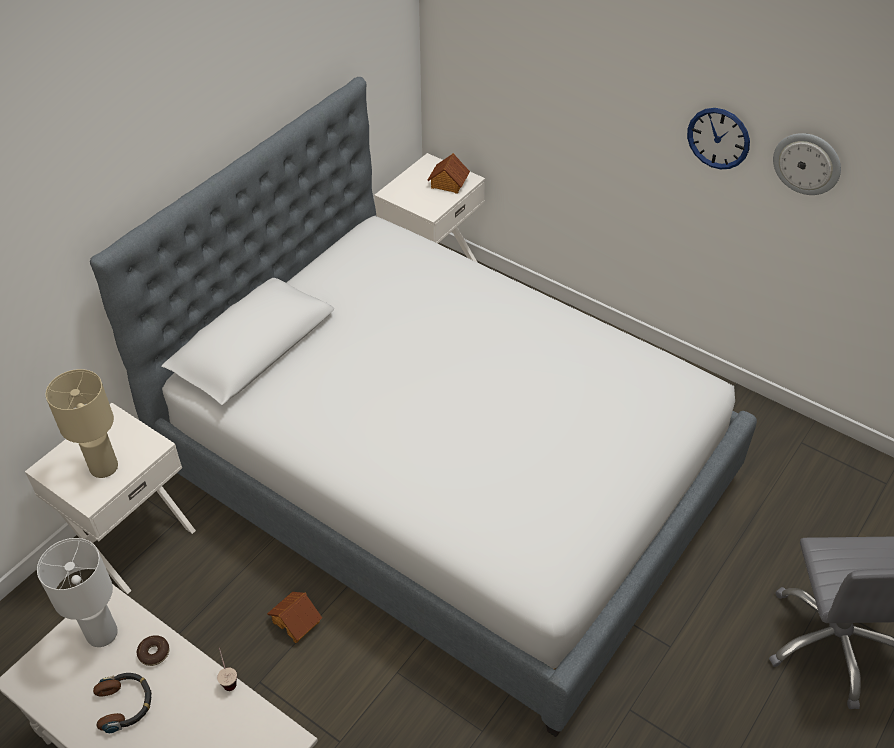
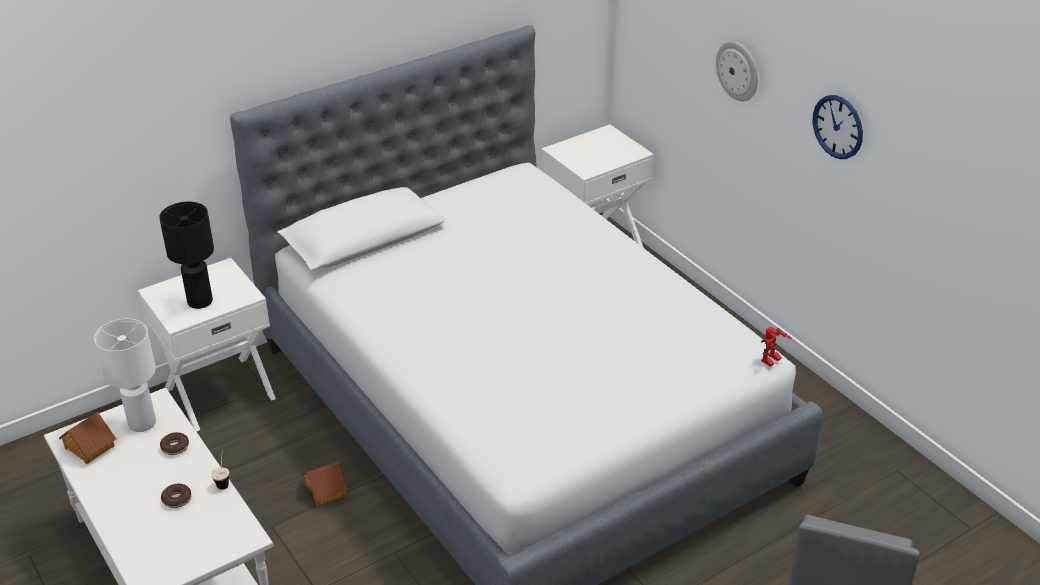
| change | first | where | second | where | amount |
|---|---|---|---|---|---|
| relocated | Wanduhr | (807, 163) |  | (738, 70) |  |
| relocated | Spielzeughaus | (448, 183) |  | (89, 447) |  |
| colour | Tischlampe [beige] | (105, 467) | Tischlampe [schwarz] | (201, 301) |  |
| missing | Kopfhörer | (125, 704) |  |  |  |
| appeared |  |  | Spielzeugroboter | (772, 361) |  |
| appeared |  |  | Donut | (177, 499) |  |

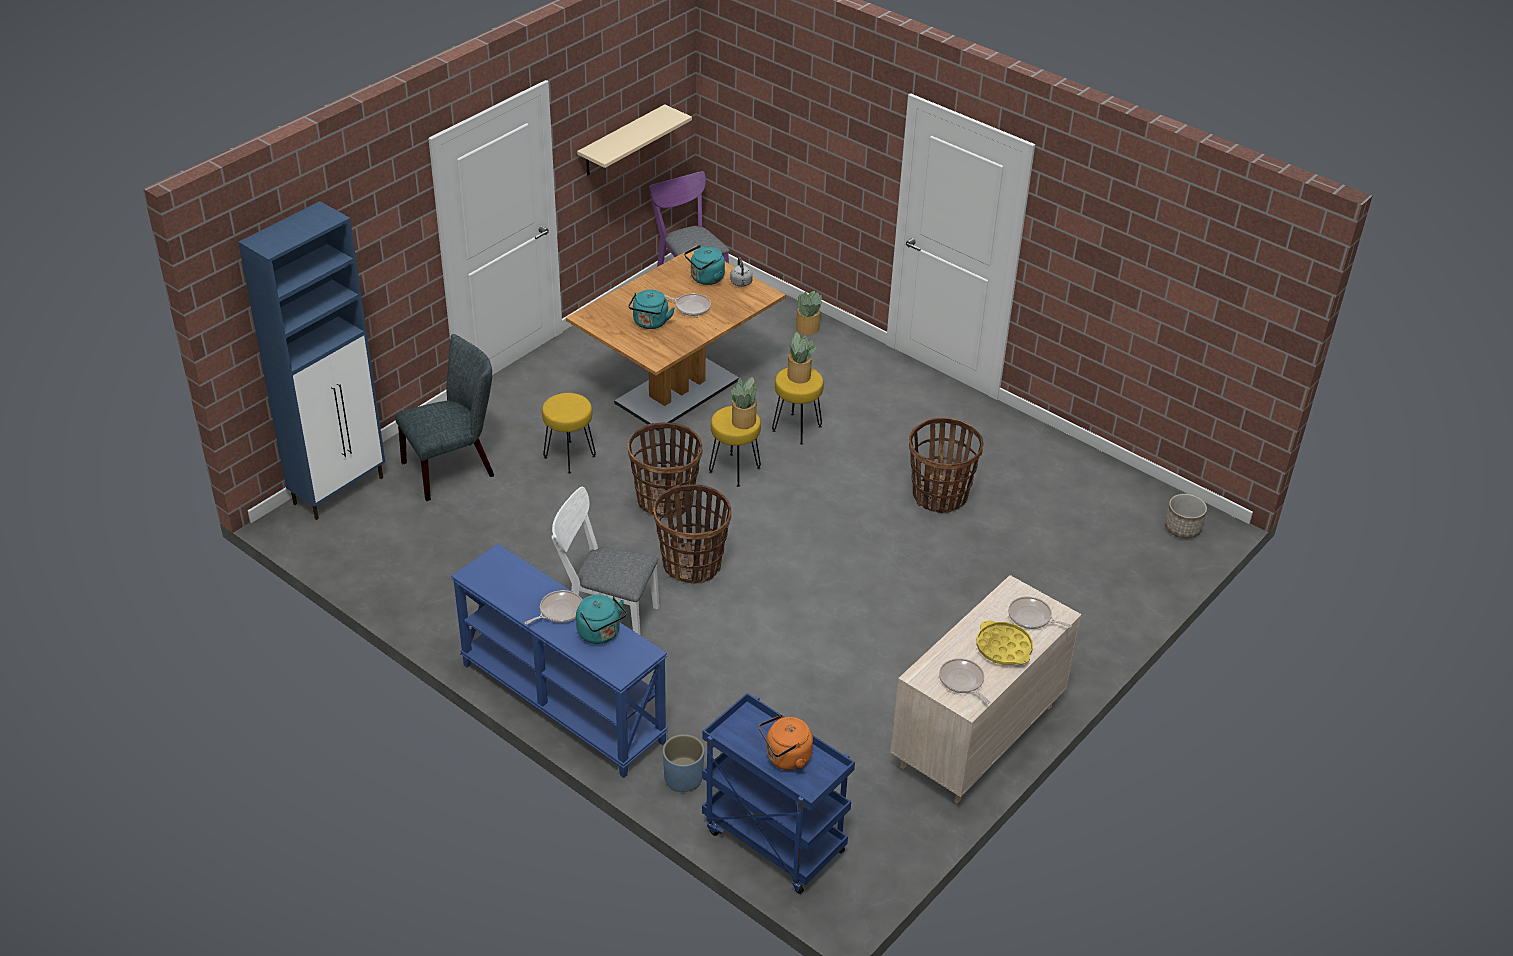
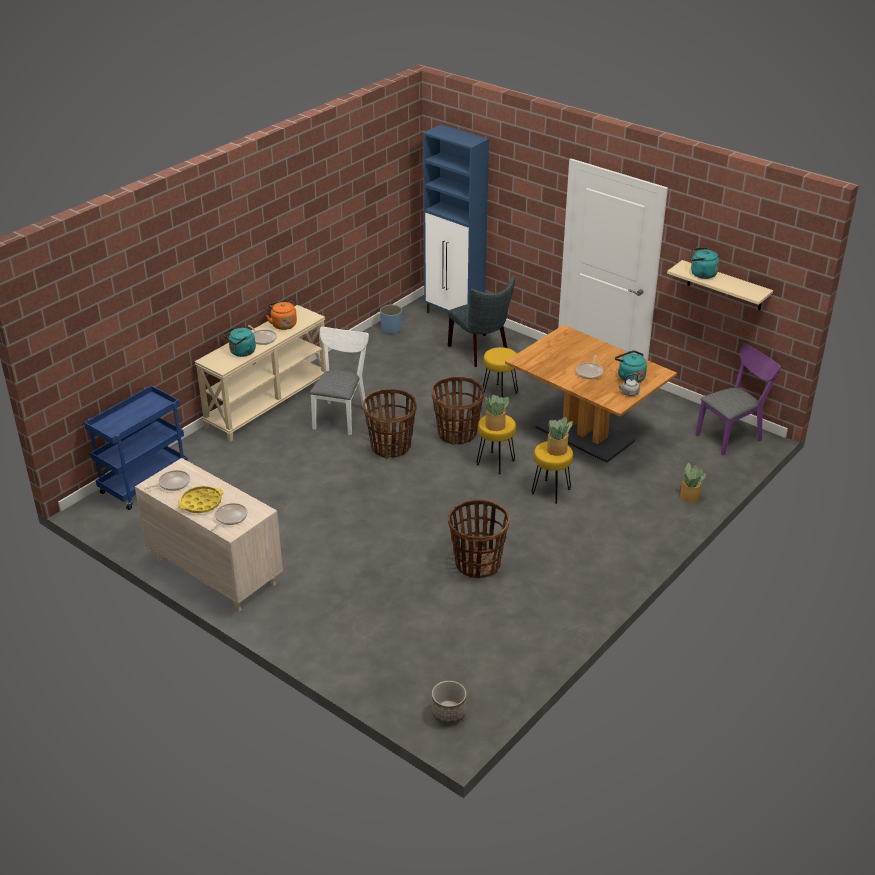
| change | first | where | second | where | amount |
|---|---|---|---|---|---|
| relocated | Wasserkessel [türkis] | (650, 323) |  | (701, 274) |  |
| colour | Konsolentisch [blau] | (561, 703) | Konsolentisch [beige] | (267, 403) |  |
| relocated | Wasserkessel [orange] | (785, 758) |  | (283, 324) |  |
| relocated | Pflanzkübel [blau] | (683, 778) |  | (391, 329) |  |

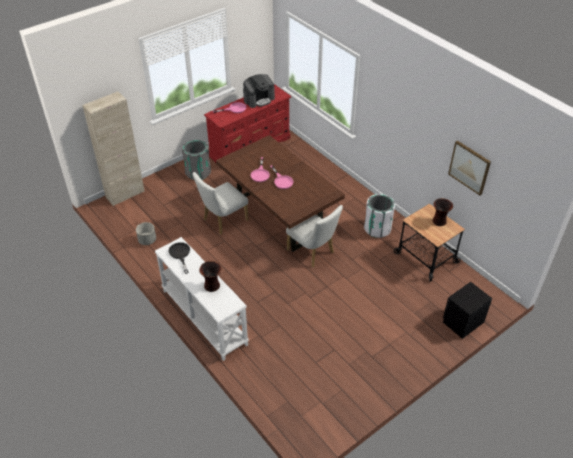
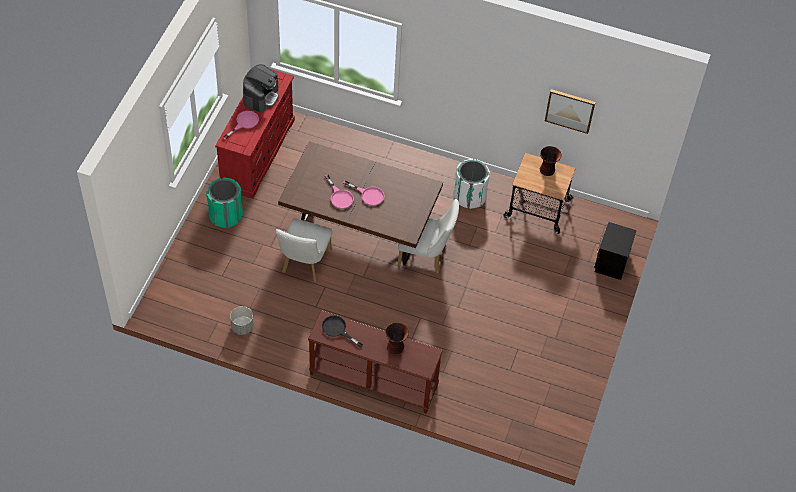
| change | first | where | second | where | amount |
|---|---|---|---|---|---|
| missing | Schrank [beige] | (125, 194) |  |  |  |
| colour | Mülleimer [grau] | (198, 172) | Mülleimer [grün] | (226, 215) |  |
| colour | Konsolentisch [weiß] | (203, 317) | Konsolentisch [braun] | (373, 381) |  |

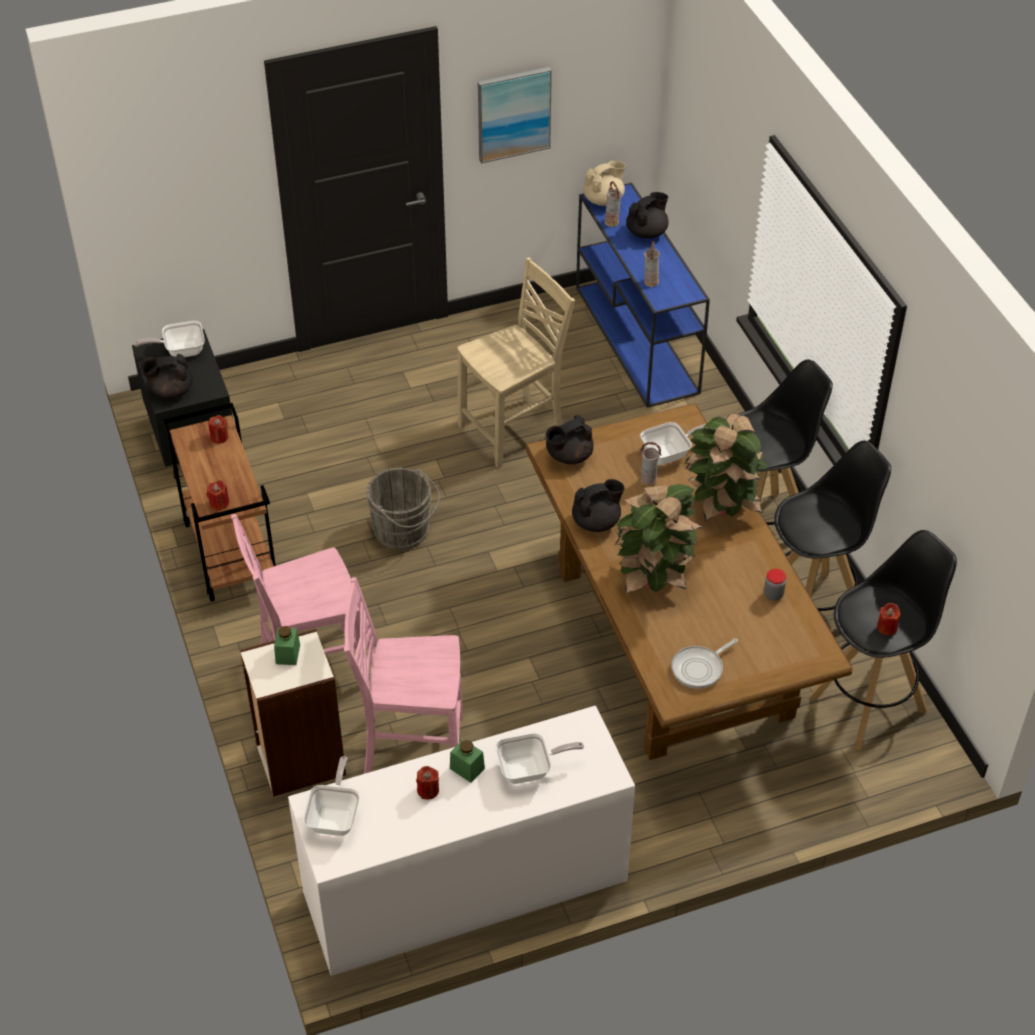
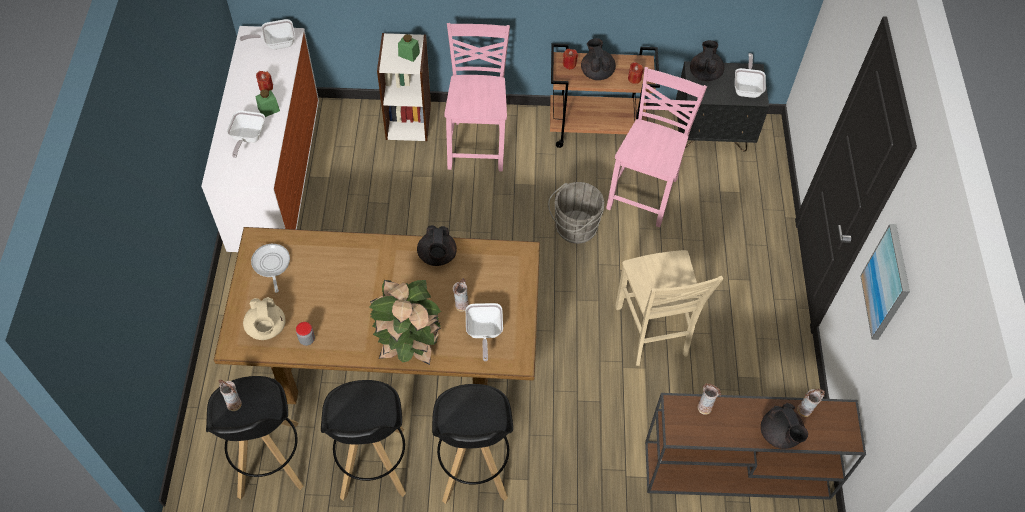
| change | first | where | second | where | amount |
|---|---|---|---|---|---|
| relocated | Teekanne [beige] | (604, 200) |  | (267, 328) |  |
| colour | Konsolentisch [blau] | (637, 341) | Konsolentisch [braun] | (734, 470) |  |
| relocated | Teekanne [schwarz] | (568, 456) |  | (597, 72) |  |
| missing | Topfpflanze | (654, 580) |  |  |  |
| relocated | Stuhl [rosa] | (411, 746) |  | (644, 193) |  |
| exchanged | Kerze [rot] | (887, 627) | Vase | (234, 404) |  |
| spun | Pfanne | (335, 816) |  | (276, 43) | 135 degrees clockwise |

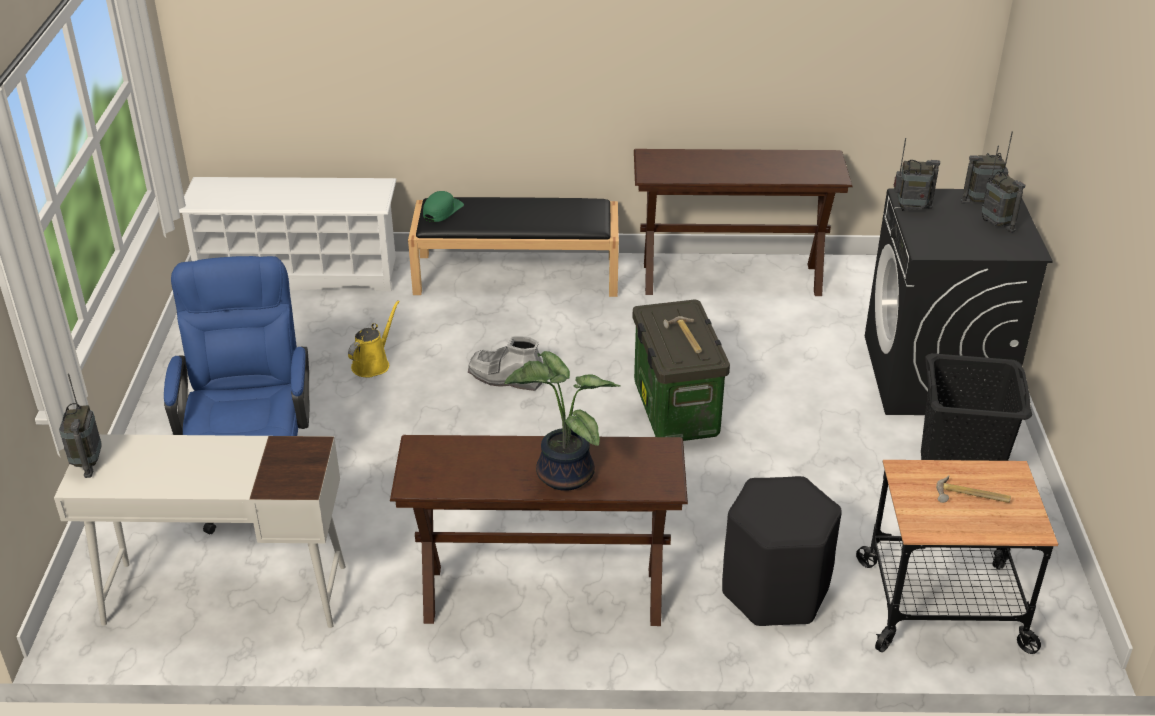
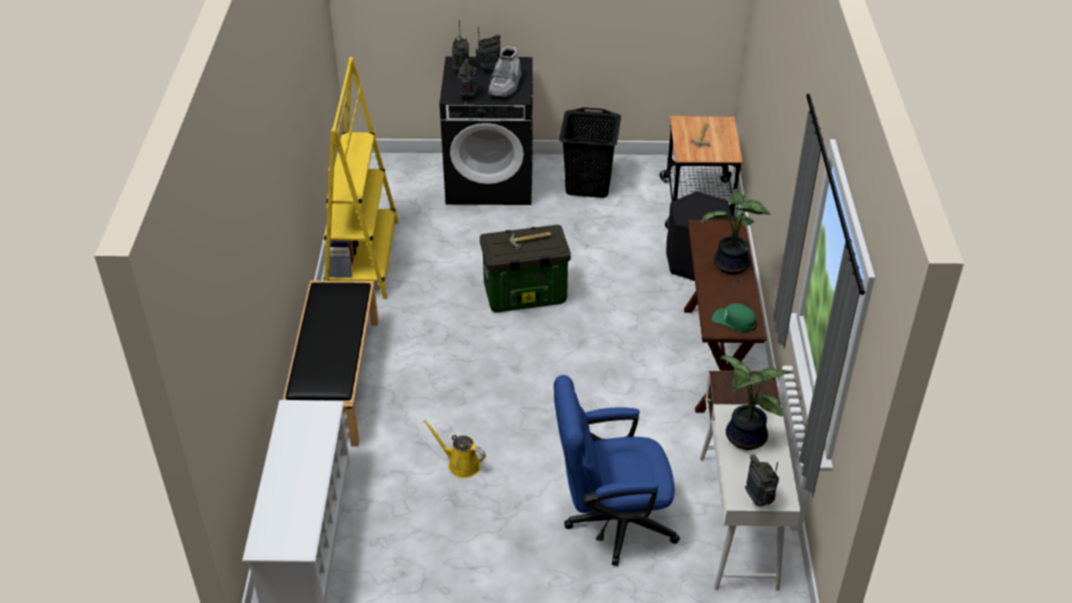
| change | first | where | second | where | amount |
|---|---|---|---|---|---|
| exchanged | Konsolentisch [braun] | (731, 279) | Bücherregal [gelb] | (362, 259) |  |
| relocated | Kappe [grün] | (442, 210) |  | (734, 321) |  |
| relocated | Stiefel [grau] | (506, 377) |  | (505, 86) |  |
| spun | Radio | (87, 462) |  | (759, 500) | 105 degrees counterclockwise |
| appeared |  |  | Topfpflanze | (743, 437) |  |

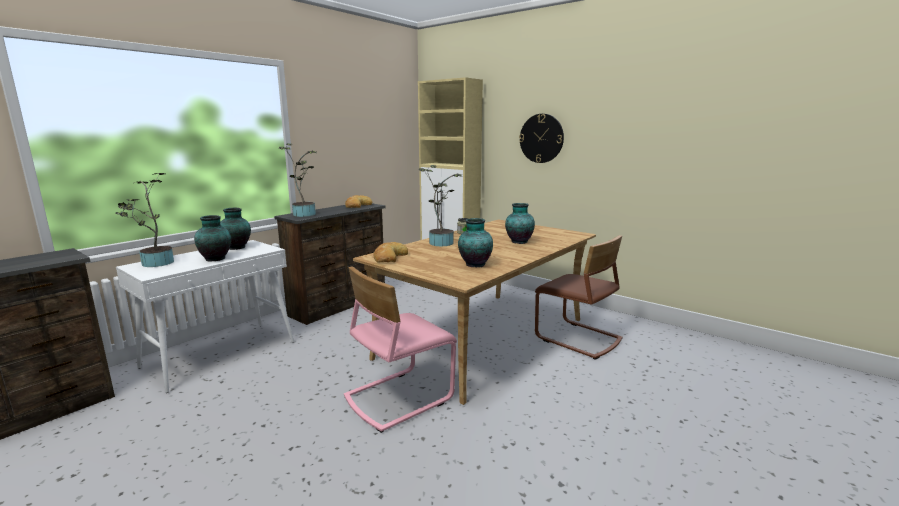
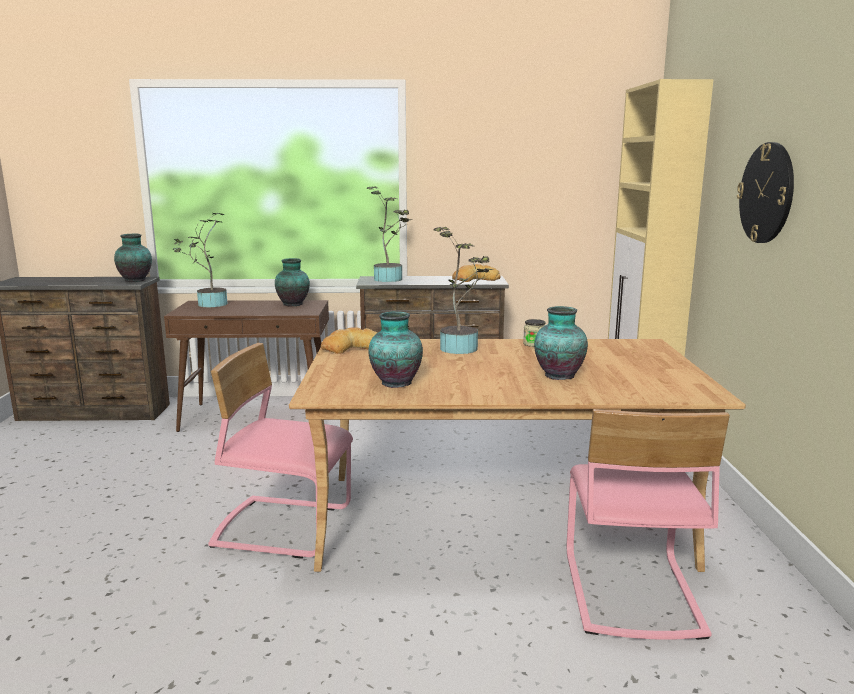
| change | first | where | second | where | amount |
|---|---|---|---|---|---|
| relocated | Vase | (216, 258) |  | (136, 280) |  |
| colour | Stuhl [braun] | (577, 339) | Stuhl [rosa] | (629, 593) |  |
| colour | Konsolentisch [weiß] | (221, 354) | Konsolentisch [braun] | (258, 417) |  |

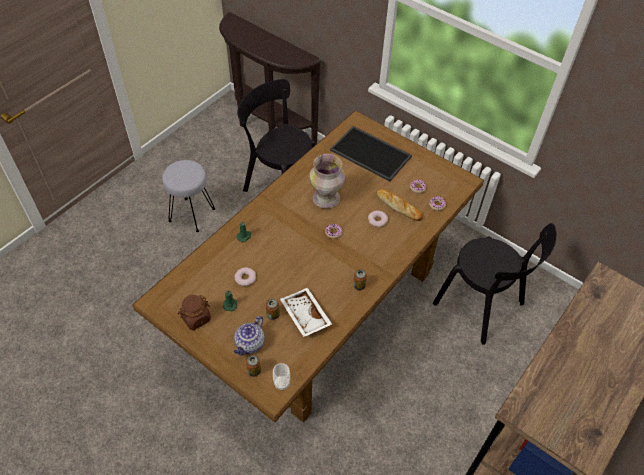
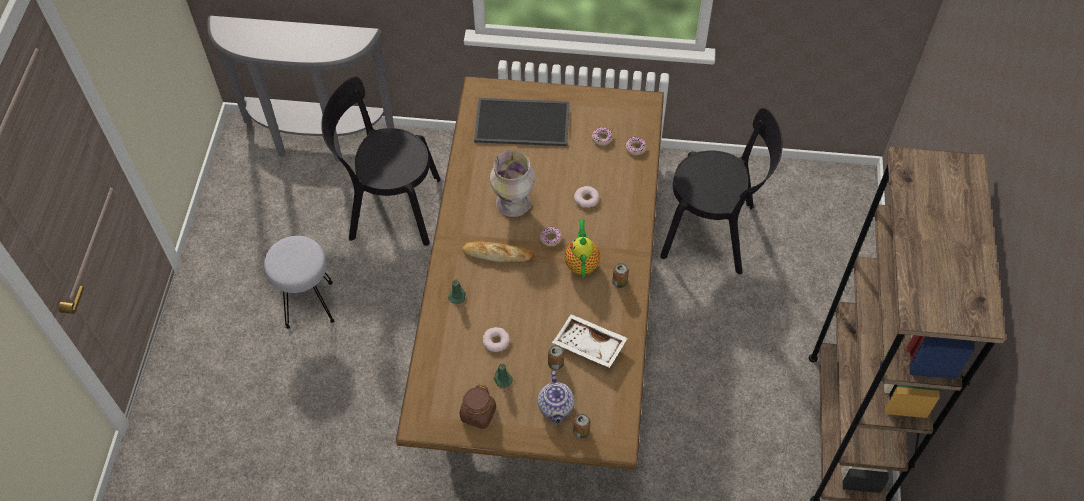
| change | first | where | second | where | amount |
|---|---|---|---|---|---|
| colour | Konsolentisch [braun] | (267, 127) | Konsolentisch [grau] | (316, 140) |  |
| relocated | Brot | (399, 206) |  | (498, 254) |  |
| missing | Tasse | (282, 383) |  |  |  |
| appeared |  |  | Teekanne | (582, 263) |  |

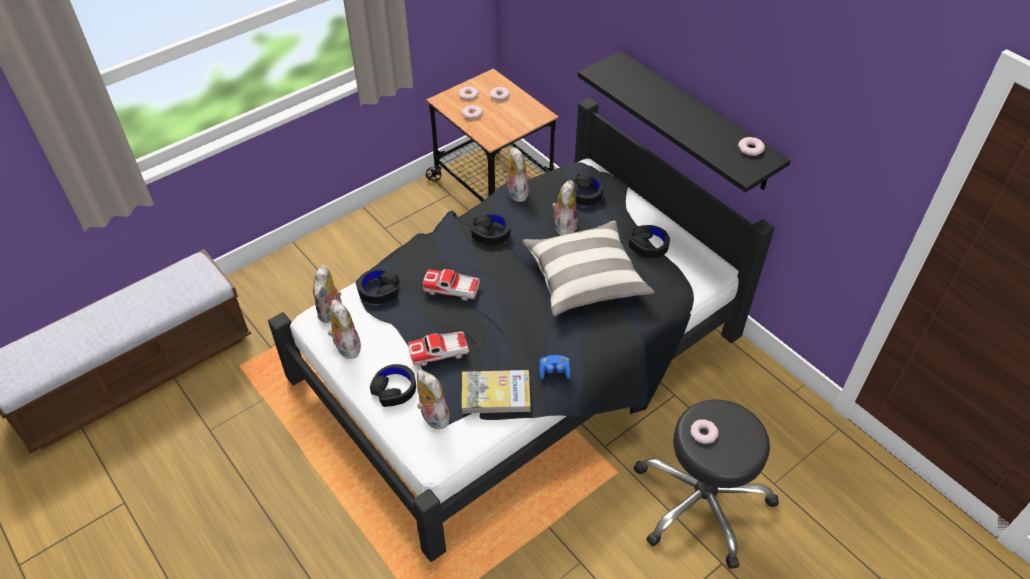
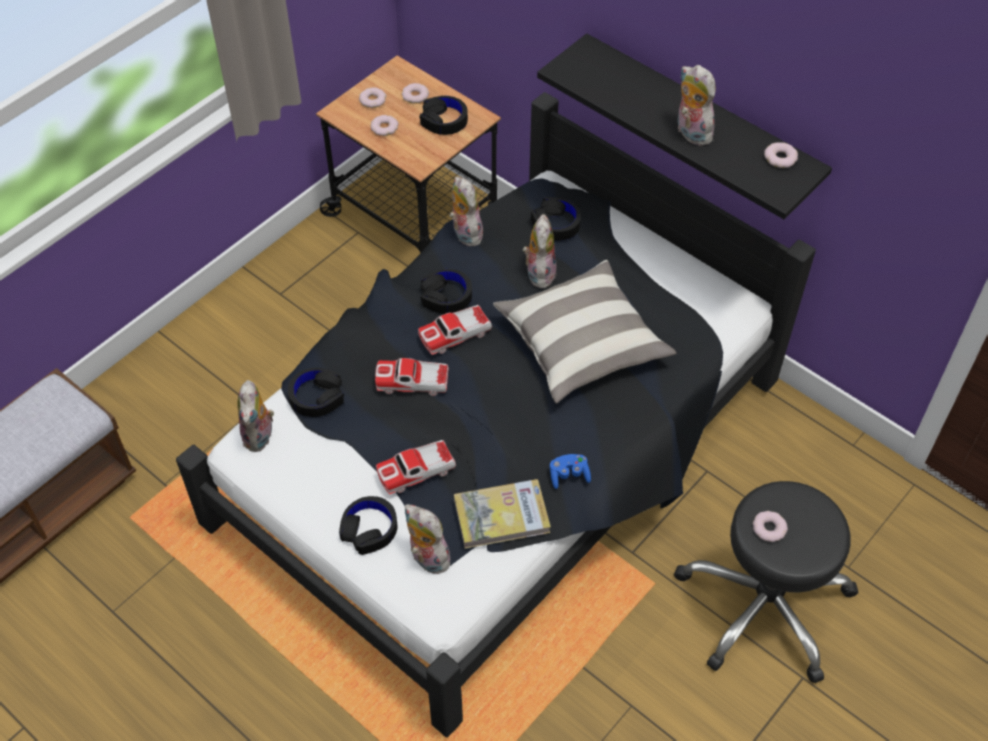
| change | first | where | second | where | amount |
|---|---|---|---|---|---|
| relocated | Kopfhörer [schwarz] | (648, 245) |  | (444, 120) |  |
| relocated | Plüschtier | (346, 346) |  | (690, 133) |  |
| appeared |  |  | Spielzeugauto | (455, 334) |  |

